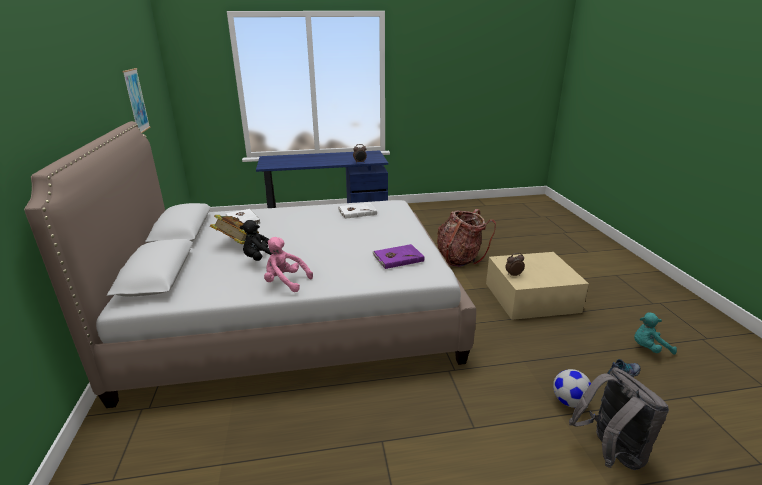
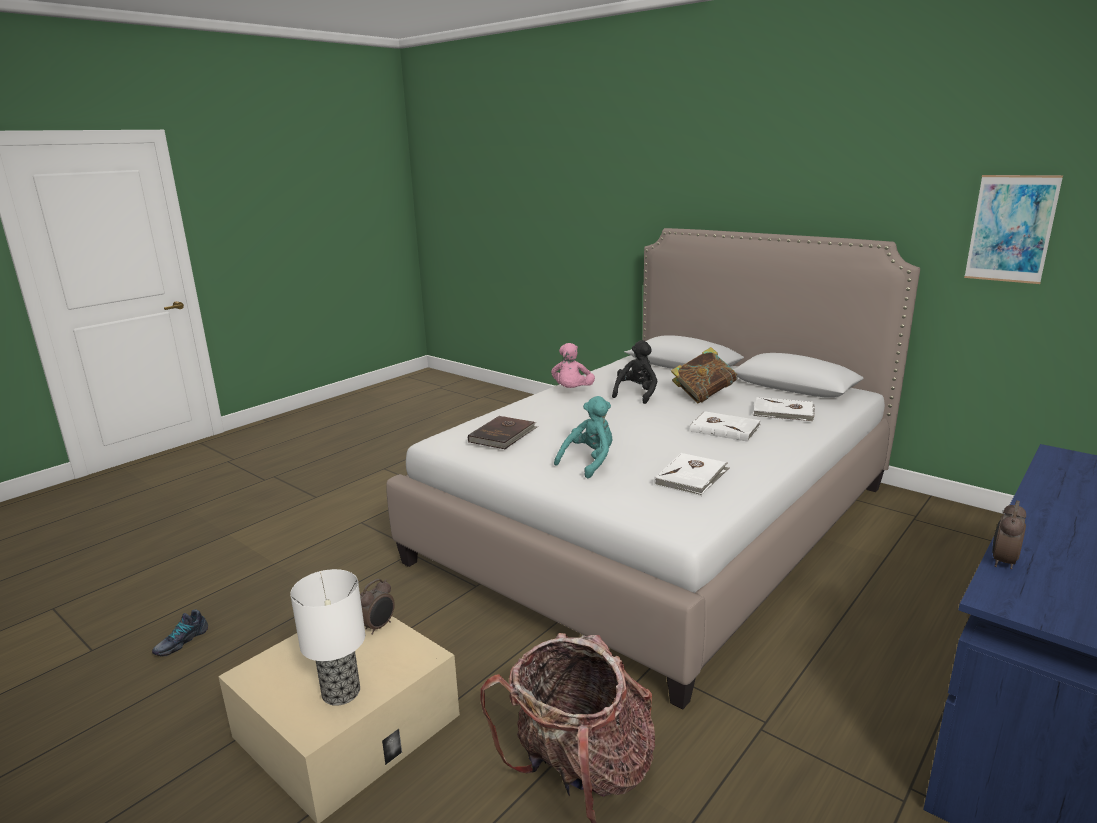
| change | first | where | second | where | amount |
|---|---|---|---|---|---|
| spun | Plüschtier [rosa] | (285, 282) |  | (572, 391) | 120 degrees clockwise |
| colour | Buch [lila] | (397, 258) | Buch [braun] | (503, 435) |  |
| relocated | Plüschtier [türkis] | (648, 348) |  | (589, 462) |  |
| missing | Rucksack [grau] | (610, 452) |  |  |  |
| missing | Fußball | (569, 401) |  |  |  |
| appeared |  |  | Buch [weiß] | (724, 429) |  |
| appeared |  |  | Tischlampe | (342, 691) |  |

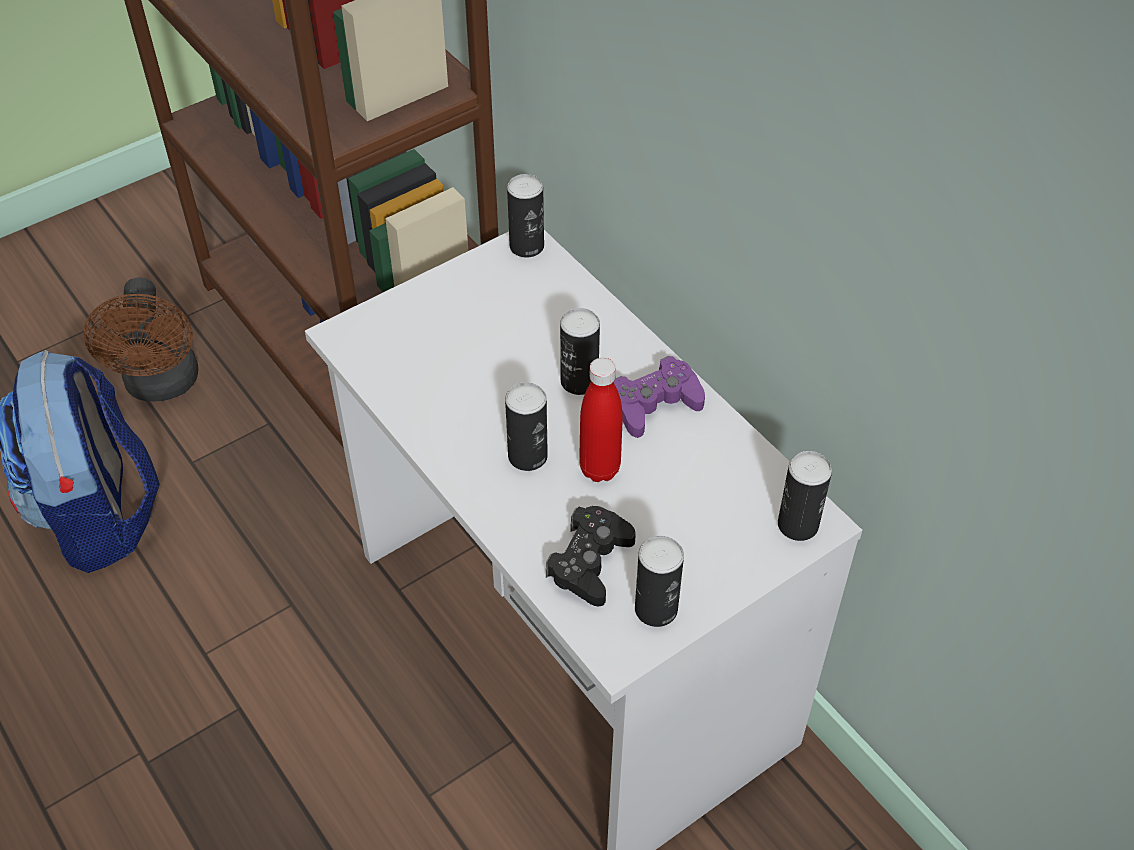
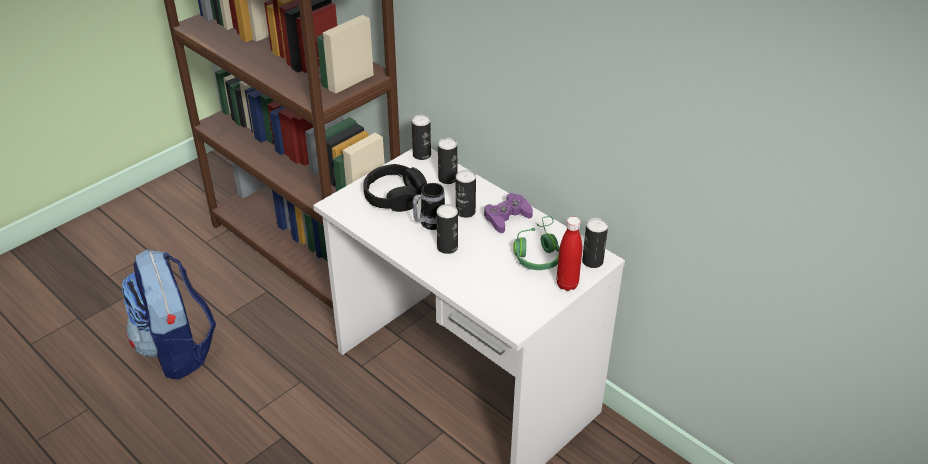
| change | first | where | second | where | amount |
|---|---|---|---|---|---|
| missing | Ventilator [braun] | (162, 385) |  |  |  |
| relocated | Flasche [rot] | (599, 469) |  | (567, 284) |  |
| missing | Gamepad [schwarz] | (590, 562) |  |  |  |
| relocated | Dose | (656, 609) |  | (447, 178) |  |
| appeared |  |  | Kopfhörer [schwarz] | (394, 196) |  |
| appeared |  |  | Henkelbecher | (429, 224) |  |
| appeared |  |  | Kopfhörer [grün] | (538, 253) |  |

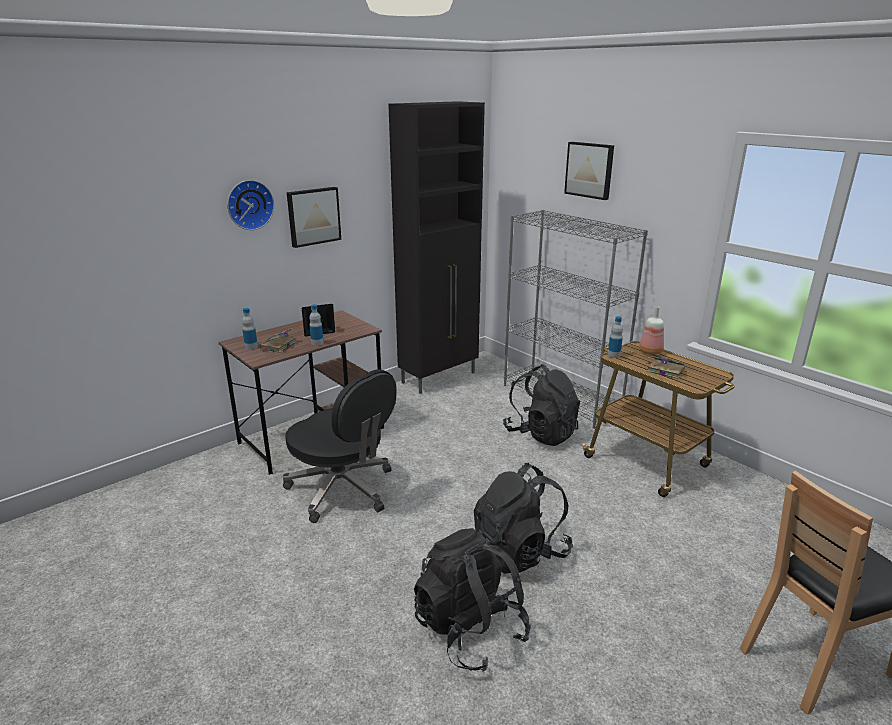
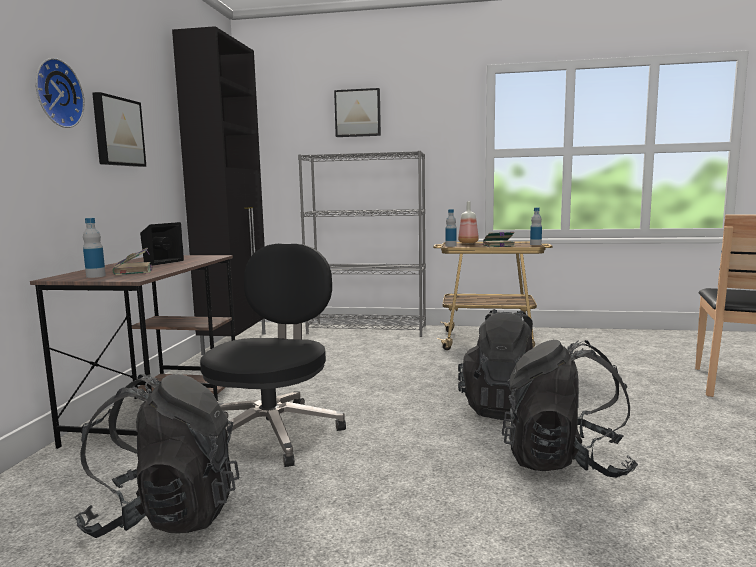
| change | first | where | second | where | amount |
|---|---|---|---|---|---|
| relocated | Flasche | (317, 343) |  | (535, 244) |  |
| relocated | Rucksack [schwarz] | (541, 433) |  | (166, 516) |  |
| spun | Bürostuhl [schwarz] | (343, 489) |  | (273, 432) | 75 degrees counterclockwise |

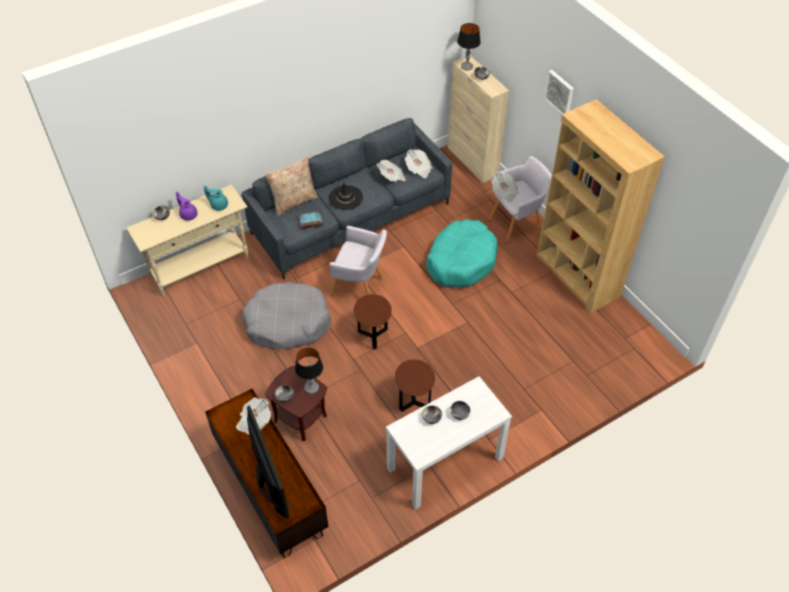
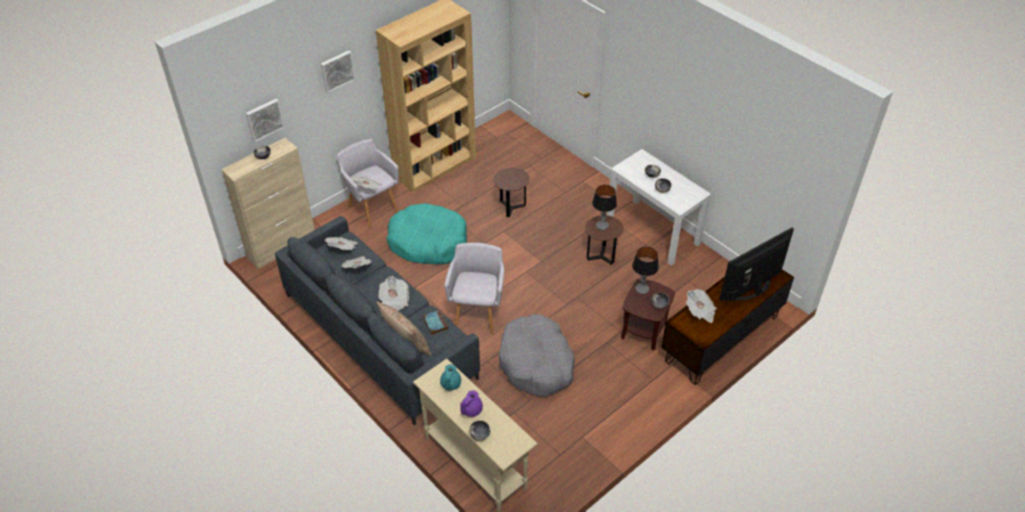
| change | first | where | second | where | amount |
|---|---|---|---|---|---|
| relocated | Tischlampe | (466, 66) |  | (602, 226) |  |
| exchanged | Hut [schwarz] | (345, 198) | Zeitung | (394, 301) |  |
| relocated | Beistelltisch [braun] | (373, 336) |  | (511, 208) |  |
| appeared |  |  | Bild | (264, 119) |  |

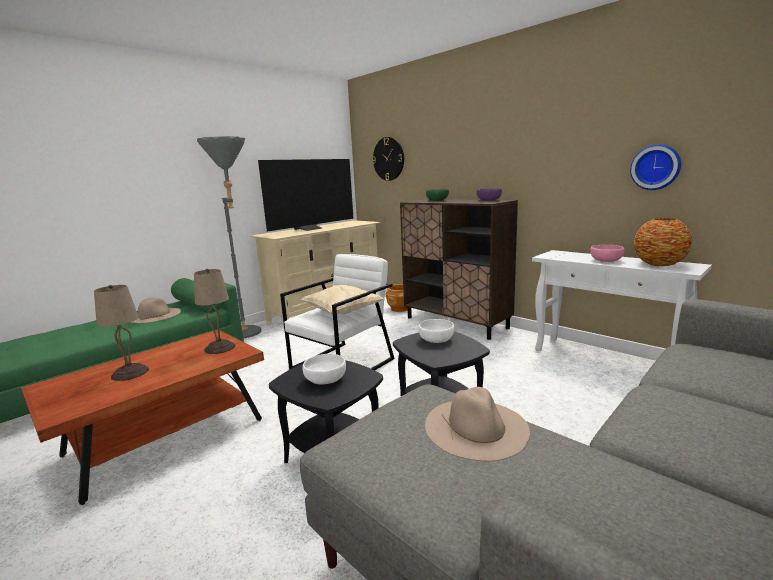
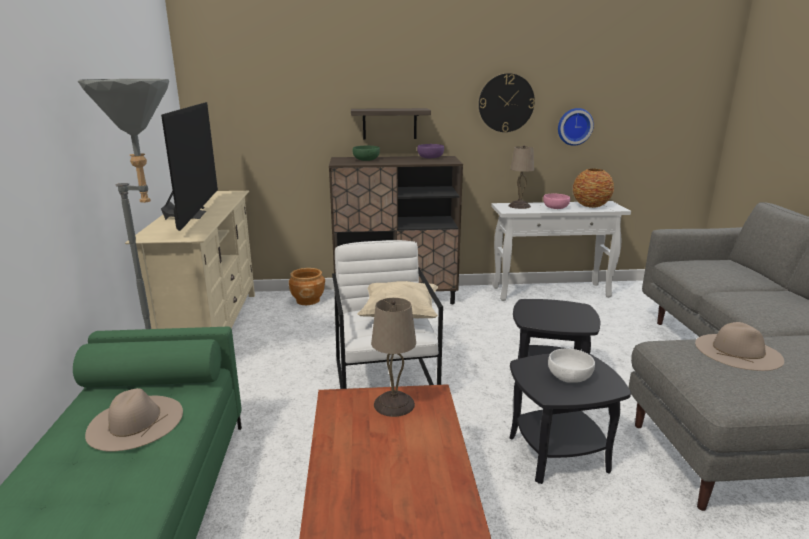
| change | first | where | second | where | amount |
|---|---|---|---|---|---|
| relocated | Wanduhr | (388, 159) |  | (506, 103) |  |
| relocated | Tischlampe [beige] | (129, 373) |  | (519, 206) |  |
| missing | Schüssel [weiß] | (436, 339) |  |  |  |
| appeared |  |  | Wandregal | (389, 123) |  |

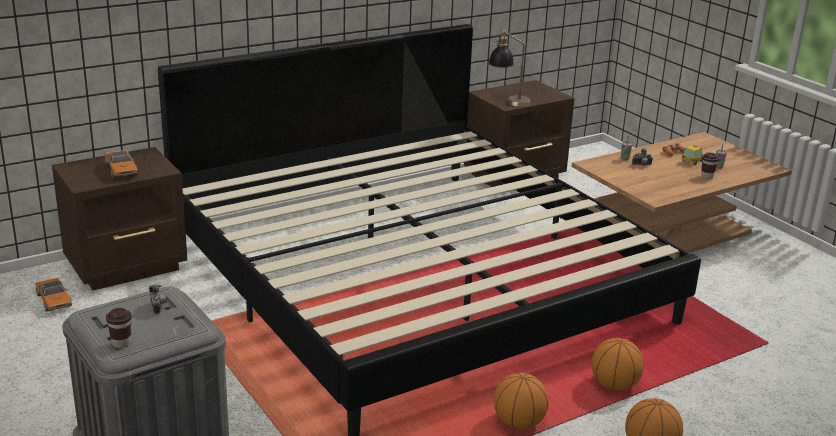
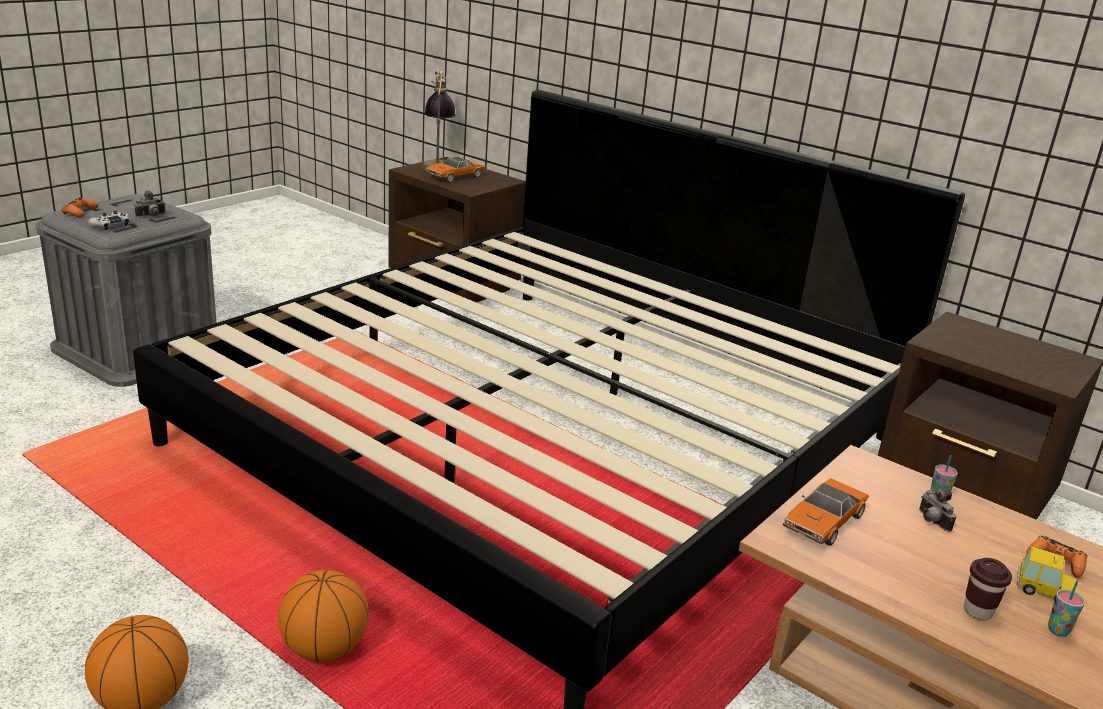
| change | first | where | second | where | amount |
|---|---|---|---|---|---|
| relocated | Tischlampe | (508, 101) |  | (438, 164) |  |
| relocated | Spielzeugauto | (54, 301) |  | (823, 522) |  |
| exchanged | Tasse [braun] | (121, 343) | Gamepad [orange] | (80, 212) |  |
| missing | Basketball | (519, 423) |  |  |  |
| appeared |  |  | Gamepad [weiß] | (110, 225) |  |

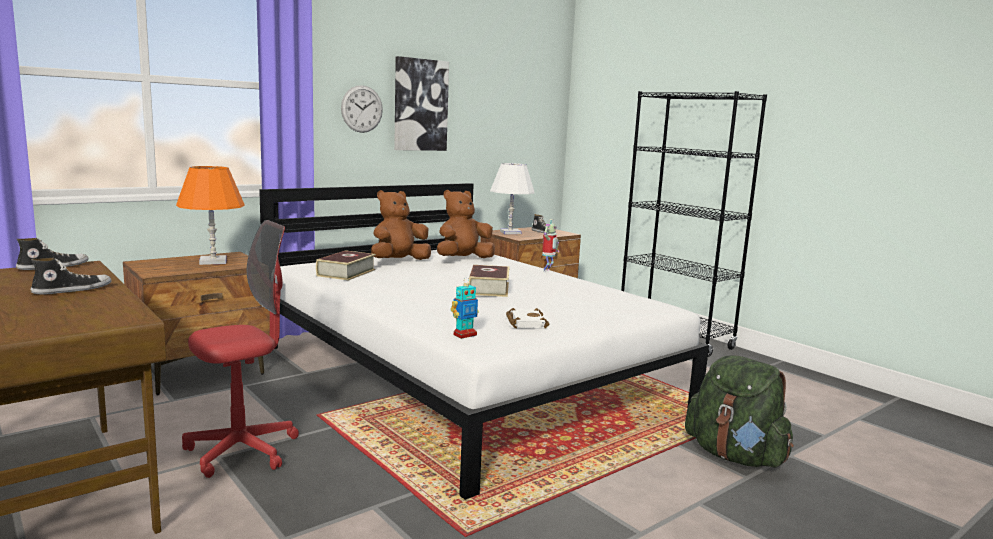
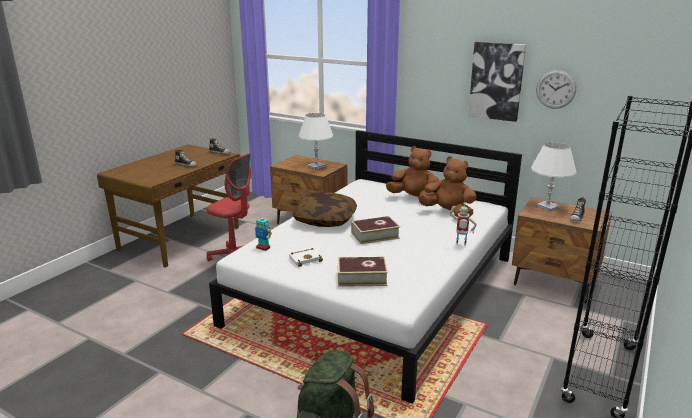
| change | first | where | second | where | amount |
|---|---|---|---|---|---|
| relocated | Wanduhr | (362, 109) |  | (556, 89) |  |
| colour | Tischlampe [orange] | (213, 261) | Tischlampe [weiß] | (316, 166) |  |
| relocated | Buch | (346, 272) |  | (361, 277) |  |
| appeared |  |  | Kissen | (325, 220) |  |

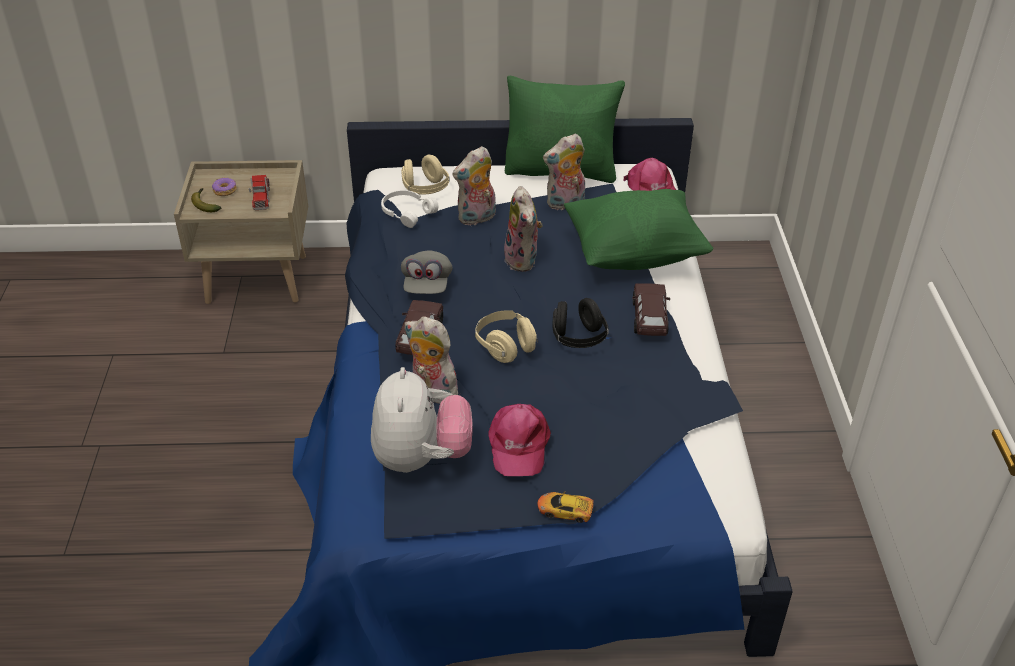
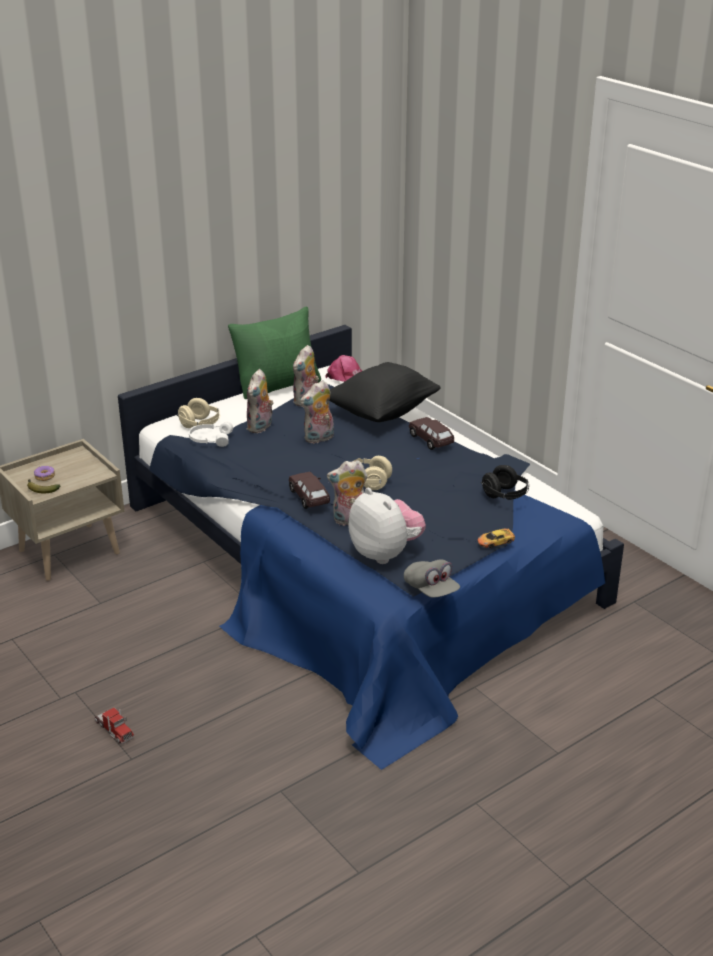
| change | first | where | second | where | amount |
|---|---|---|---|---|---|
| relocated | Spielzeuglaster | (261, 197) |  | (114, 730) |  |
| spun | Plüschtier | (523, 260) |  | (319, 439) | 105 degrees clockwise |
| colour | Kissen [grün] | (635, 253) | Kissen [schwarz] | (382, 412) |  |
| relocated | Kappe [grau] | (427, 285) |  | (431, 590) |  |
| relocated | Kopfhörer [schwarz] | (578, 338) |  | (505, 496) |  |
| missing | Kappe [rosa] | (518, 445) |  |  |  |

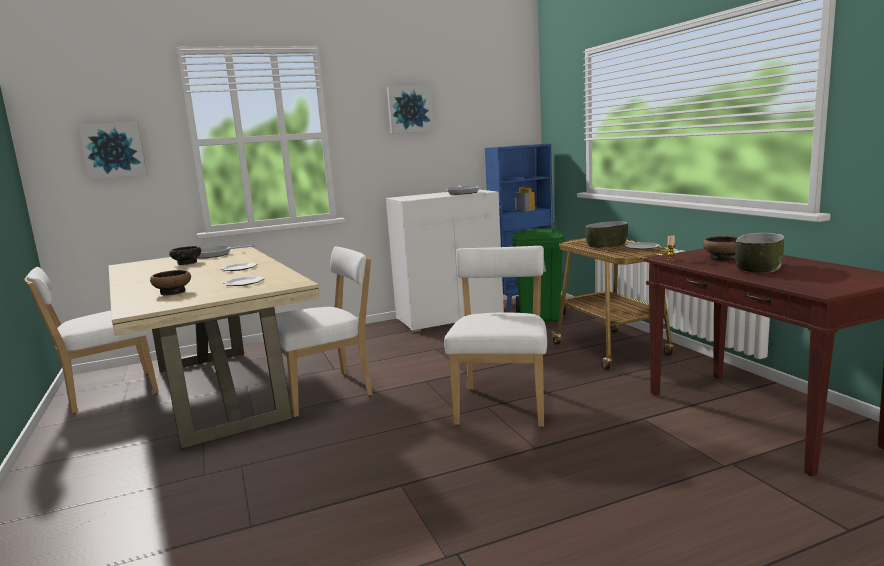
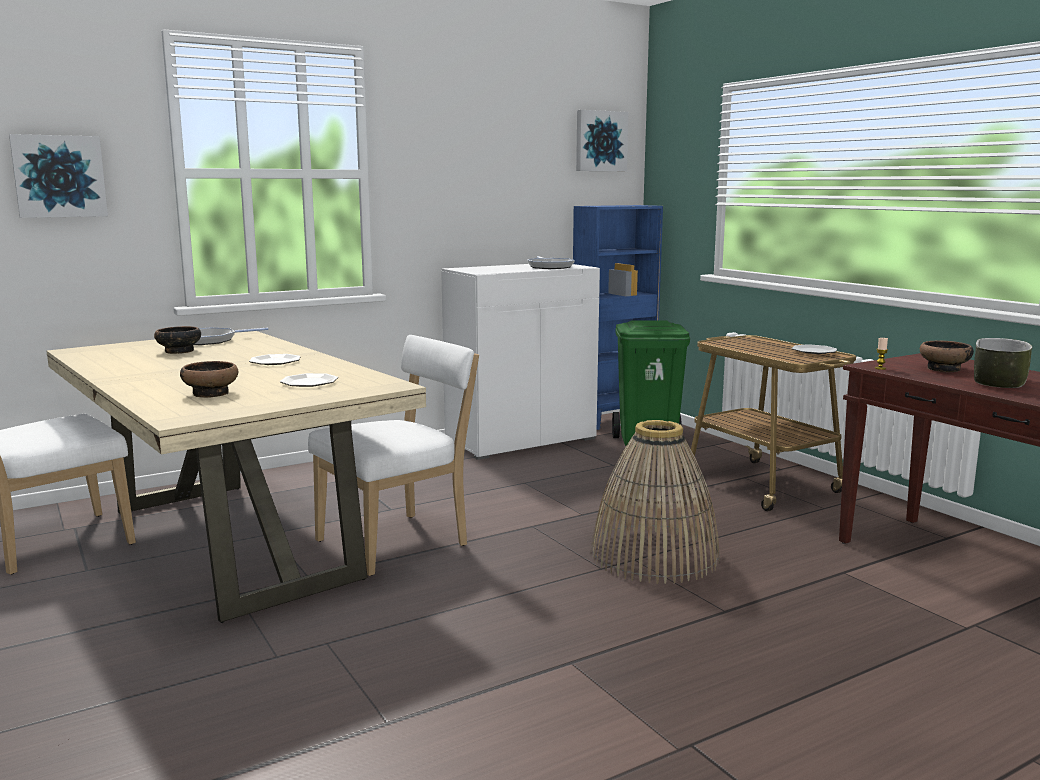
| change | first | where | second | where | amount |
|---|---|---|---|---|---|
| relocated | Bild | (409, 109) |  | (600, 141) |  |
| missing | Schüssel | (606, 246) |  |  |  |
| exchanged | Stuhl [weiß] | (502, 404) | Korb | (654, 555) |  |

